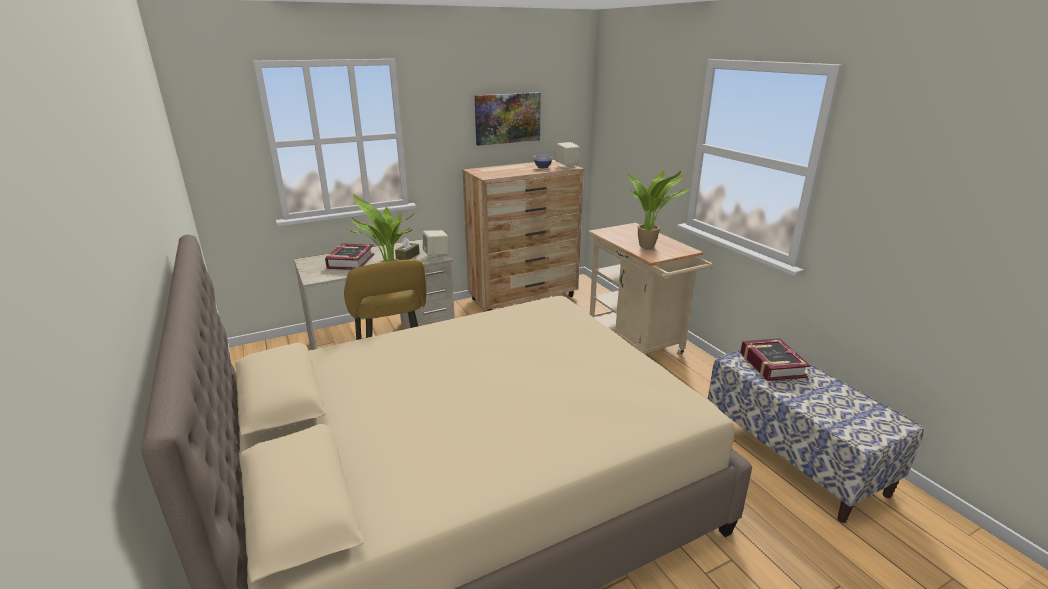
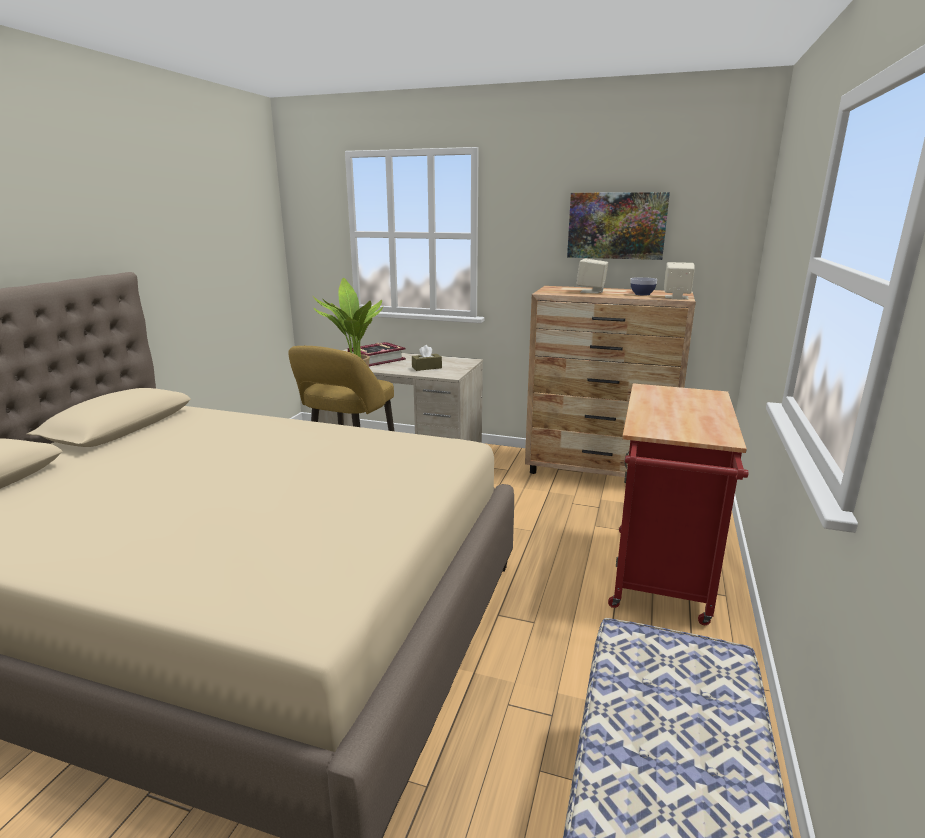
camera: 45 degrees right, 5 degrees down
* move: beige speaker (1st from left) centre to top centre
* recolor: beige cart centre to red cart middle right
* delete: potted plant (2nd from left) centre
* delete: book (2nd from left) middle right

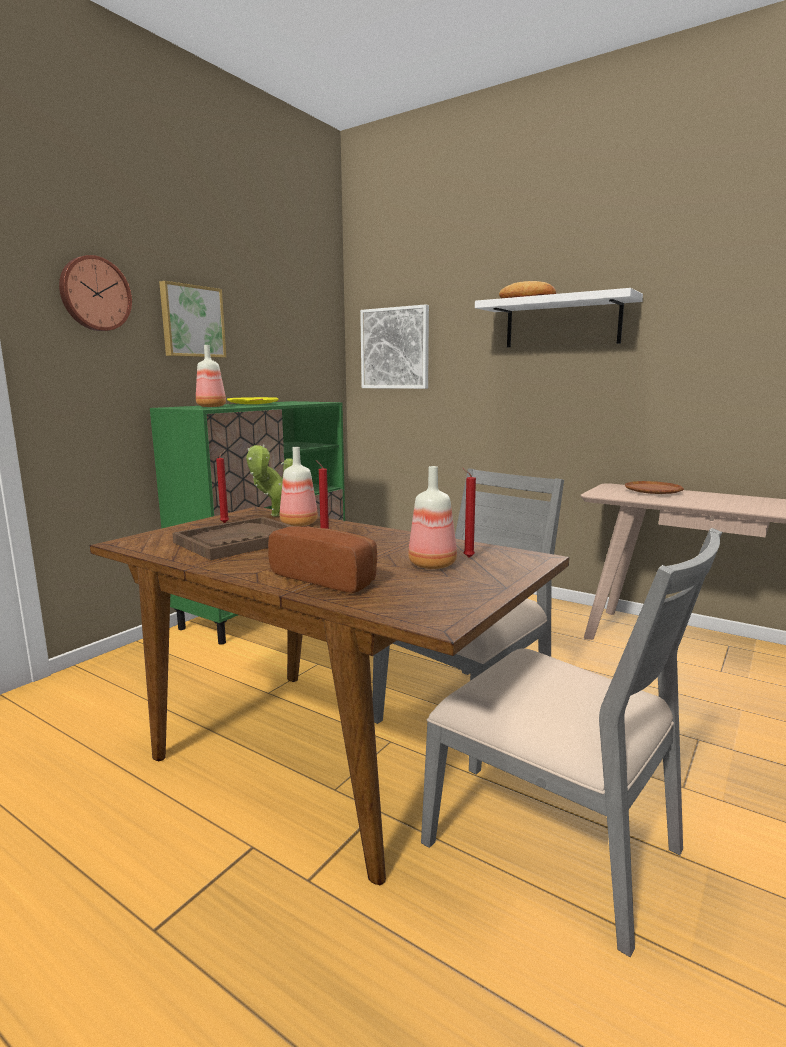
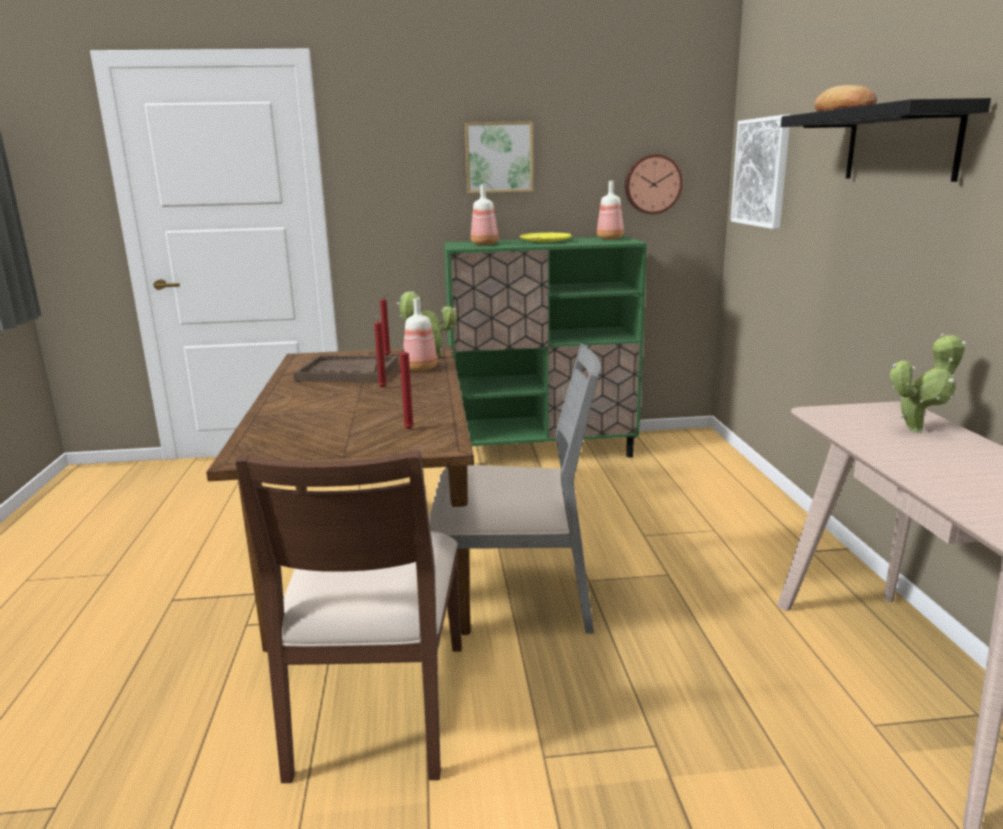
camera: 50 degrees right, 5 degrees up
* move: wall clock top left to top centre
* delete: bread (1st from left) centre
* move: bottle (3rd from left) centre to top centre
* recolor: grey chair (2nd from left) bottom right to brown chair bottom centre
* recolor: white shelf top right to black shelf top right
* replace: brown plate middle right to potted plant (2nd from left) middle right

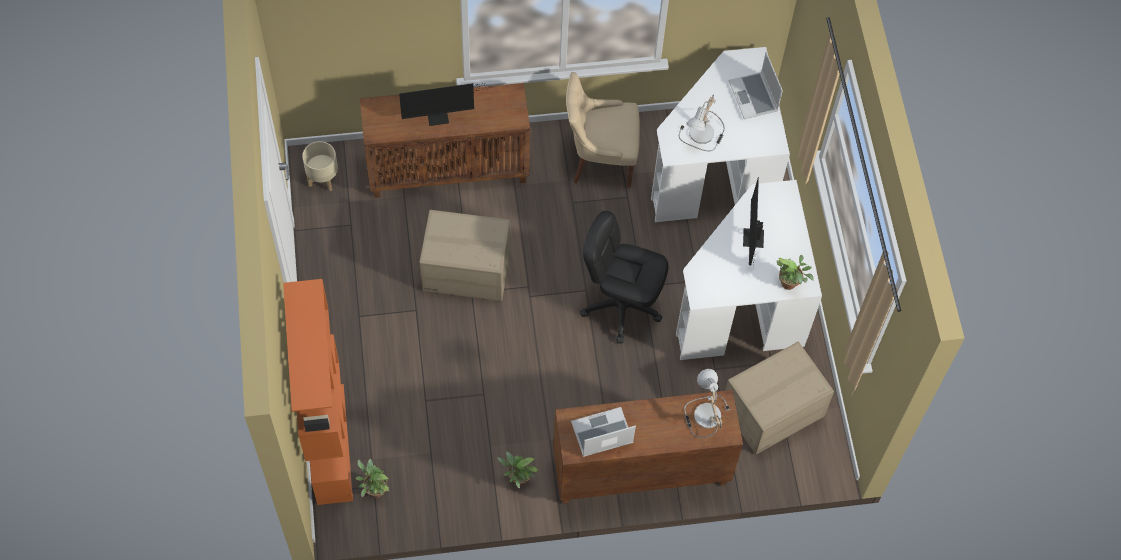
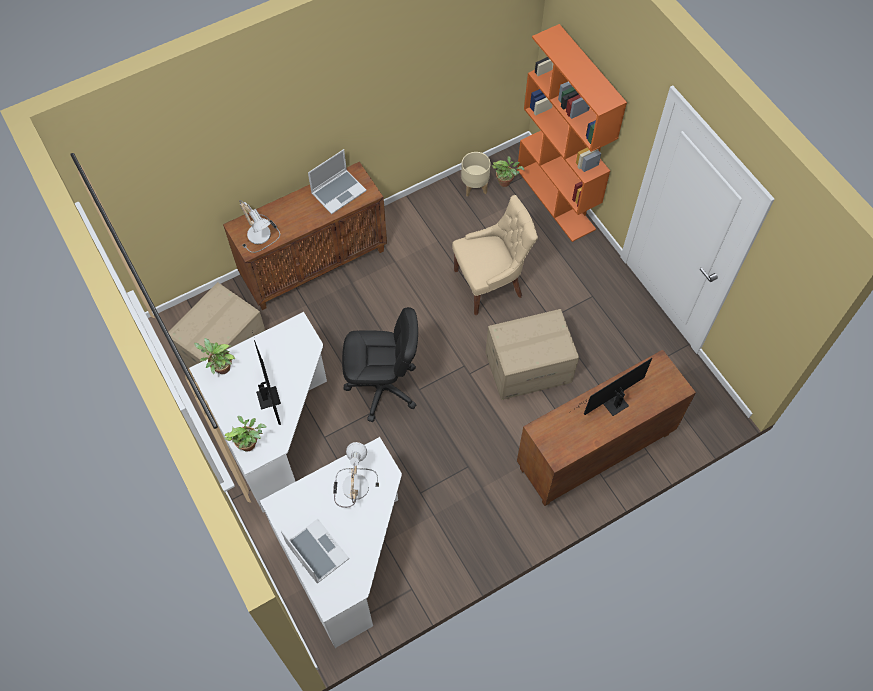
camera: 160 degrees right, 0 degrees up
* move: beige planter top left to top centre
* move: potted plant (2nd from left) bottom centre to middle left
* move: beige chair top centre to centre

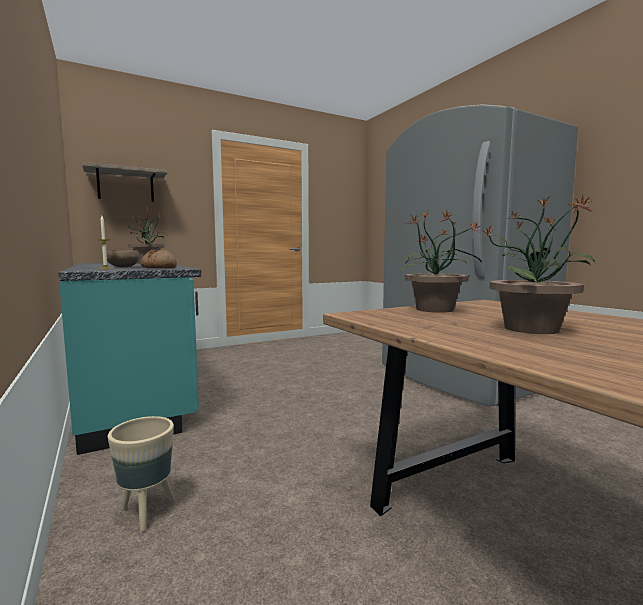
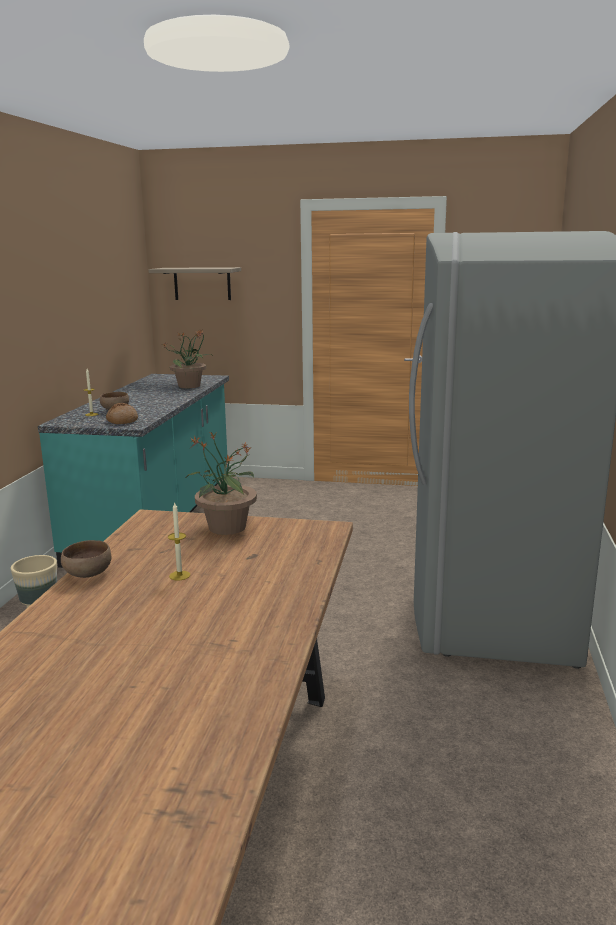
camera: 40 degrees right, 10 degrees up
* replace: potted plant (3rd from left) middle right to candle (2nd from left) middle left
* insert: brown bowl (1st from left) middle left

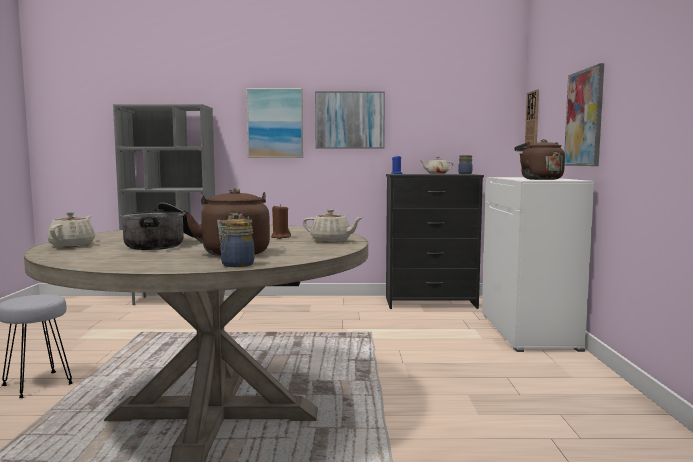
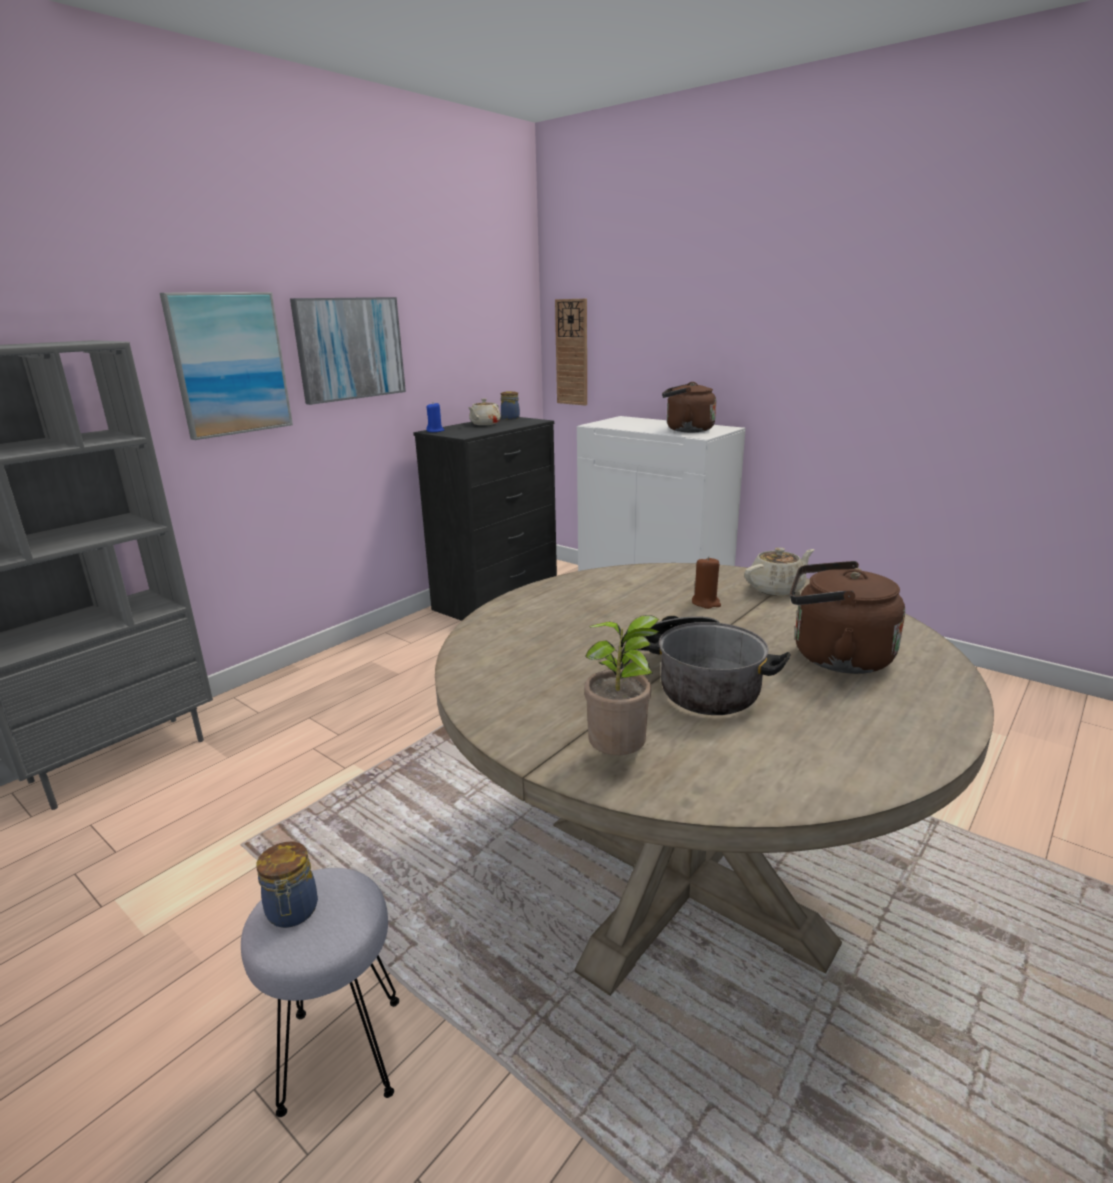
camera: 50 degrees left, 15 degrees up
* replace: beige teapot (1st from left) middle left to potted plant centre
* move: jar (1st from left) centre to bottom left
* delete: picture (3rd from left) top right

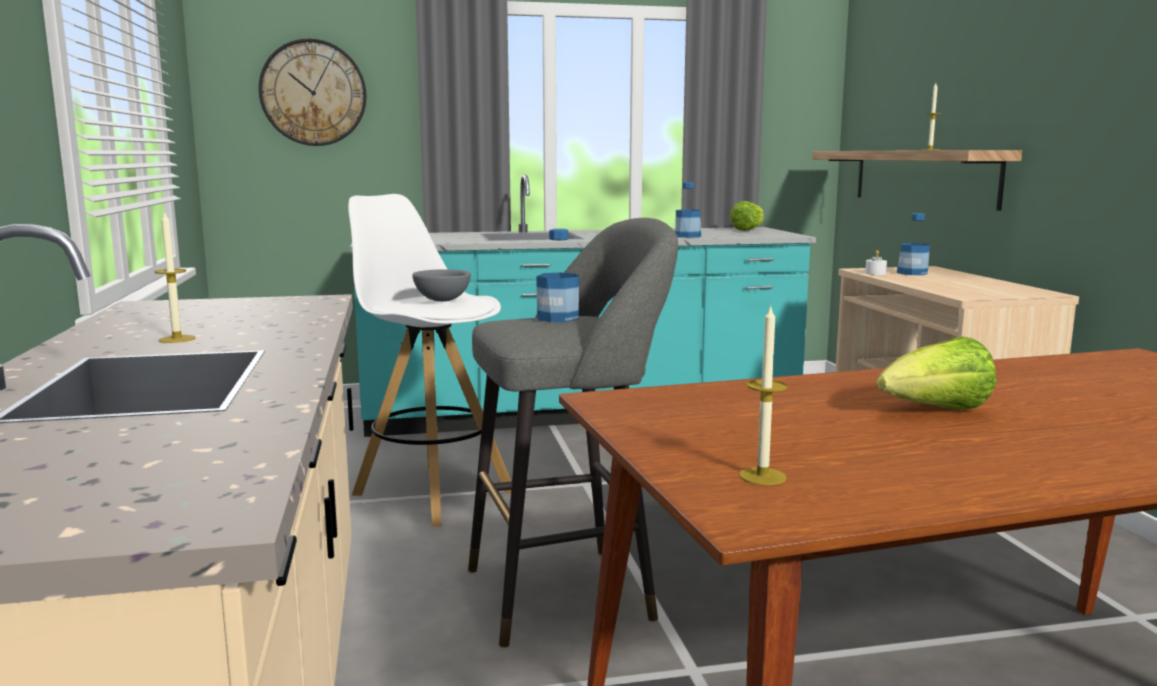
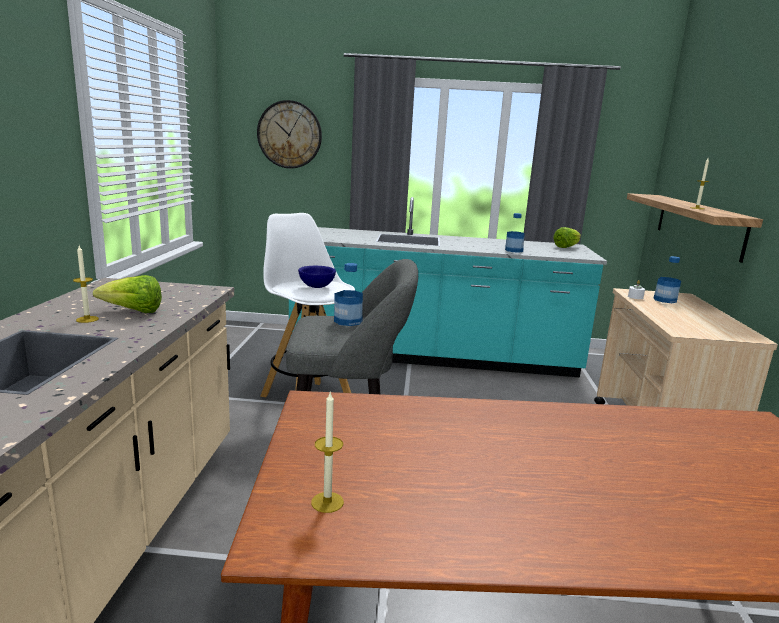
camera: 15 degrees right, 5 degrees up
* recolor: grey bowl centre to blue bowl centre
* move: lettuce (2nd from left in the first image) middle right to lettuce (1st from left) middle left

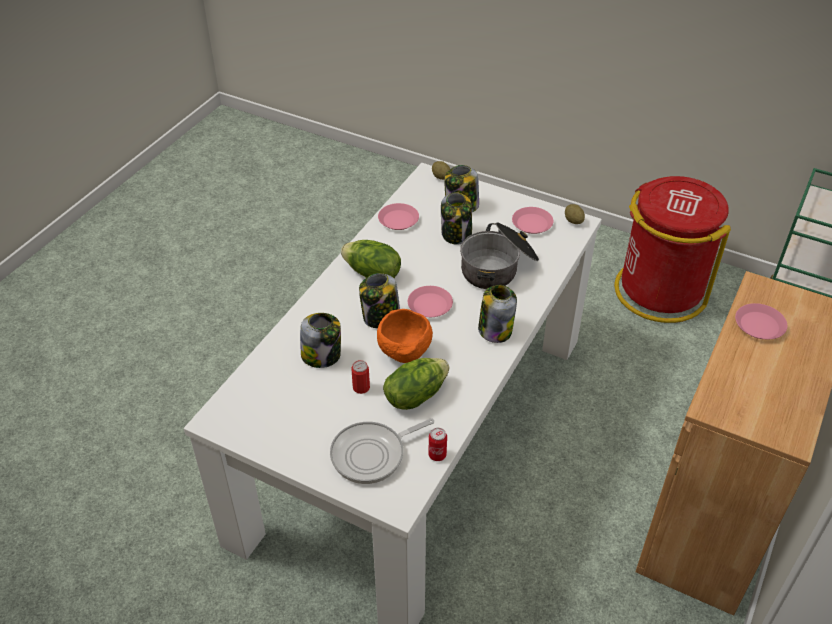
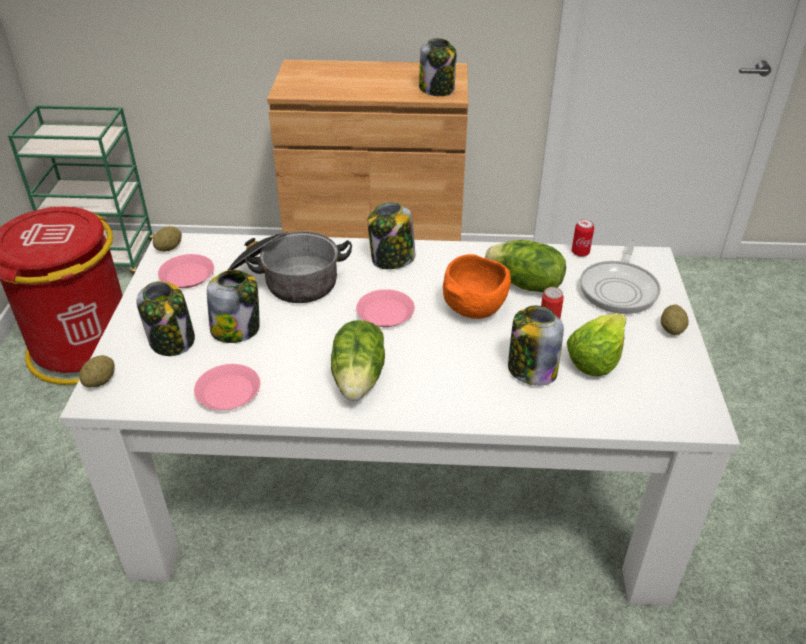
camera: 115 degrees left, 5 degrees down
* rotate: frying pan bottom centre = middle right 75 degrees clockwise
* move: jar (2nd from left in the first image) centre to jar (4th from left) top centre
* delete: pink plate (4th from left) middle right
* insert: lettuce (3rd from left) middle right
* insert: potato (3rd from left) middle right

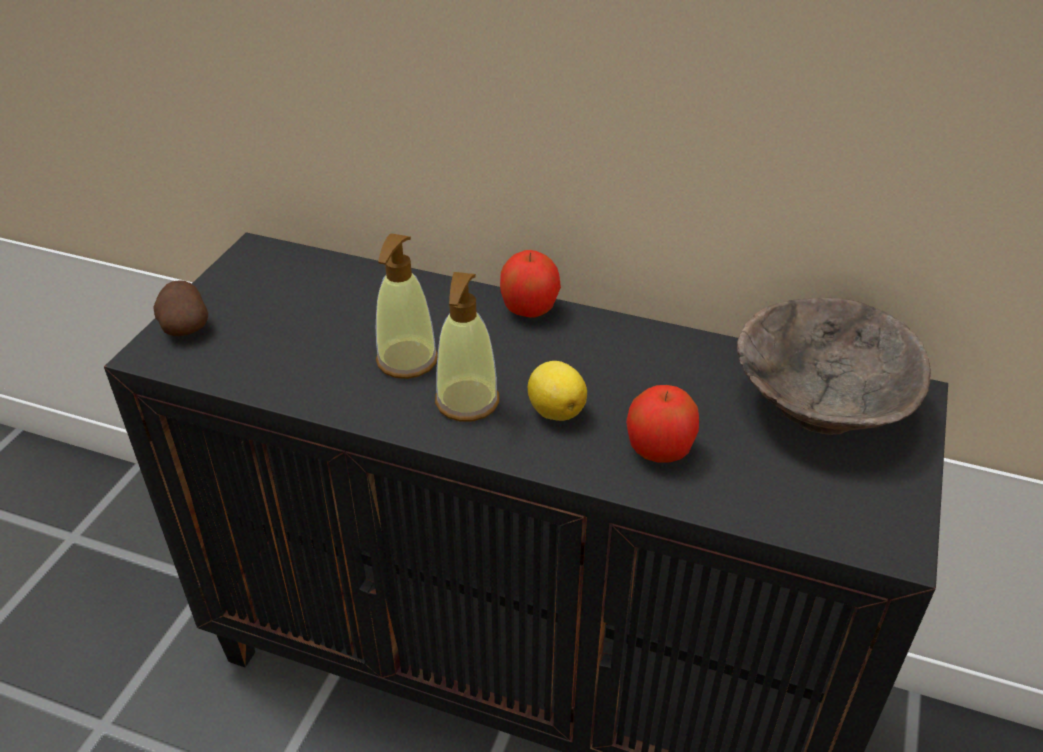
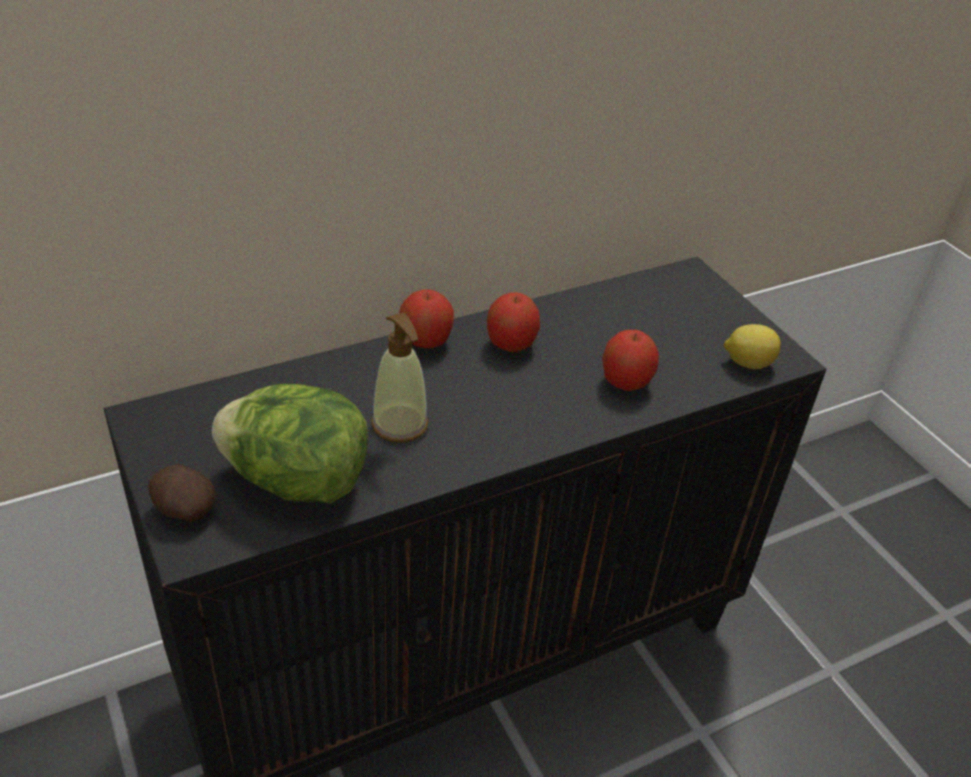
camera: 50 degrees left, 0 degrees up
* delete: soap dispenser (2nd from left) centre
* move: lemon centre to middle right
* delete: brown bowl middle right
* insert: lettuce middle left
* insert: apple (2nd from left) centre

